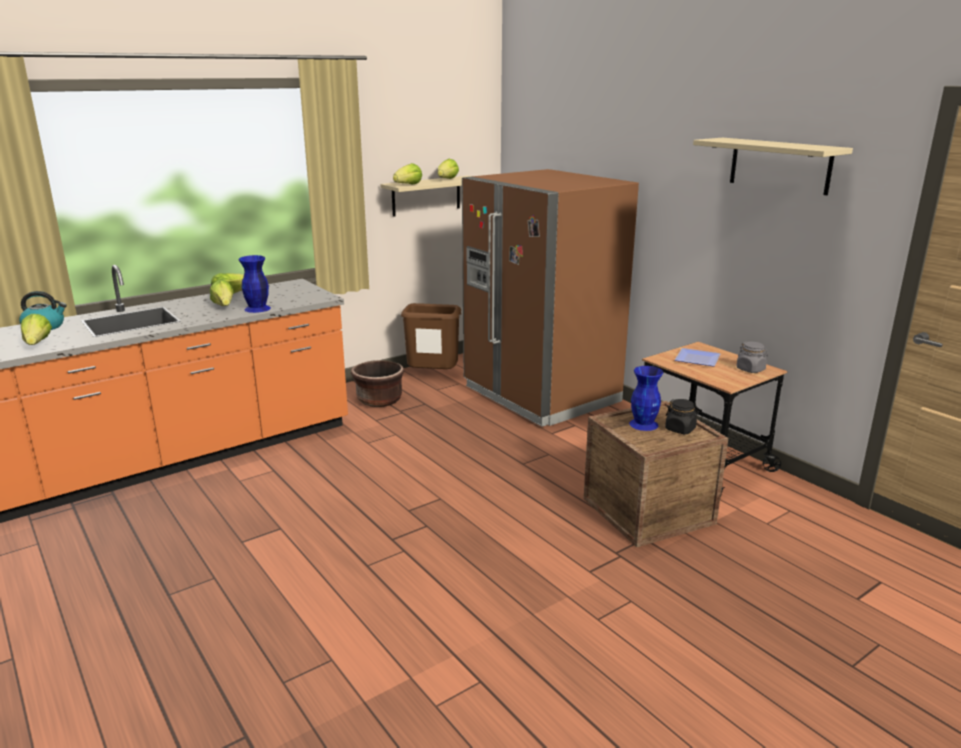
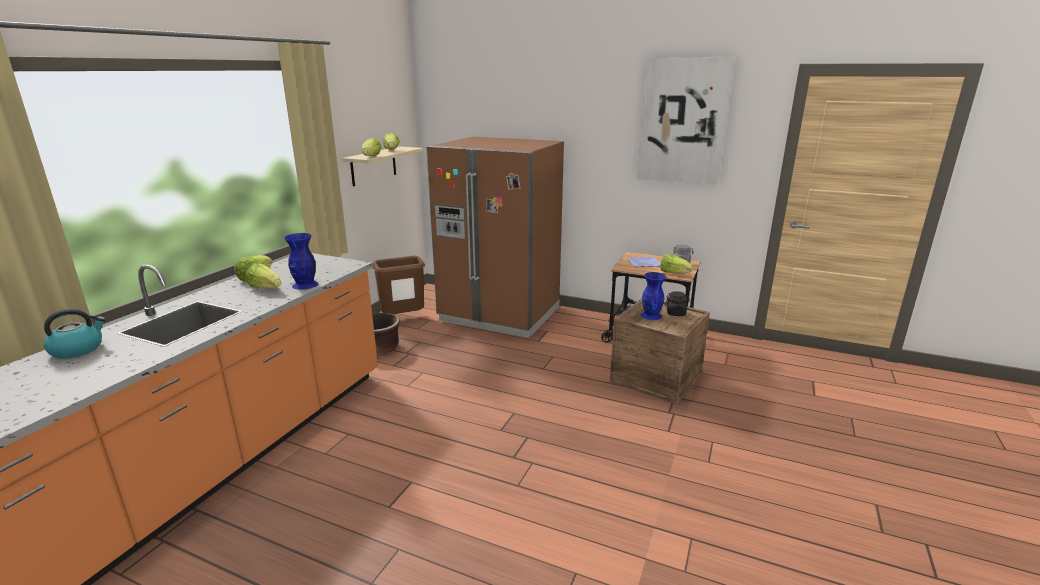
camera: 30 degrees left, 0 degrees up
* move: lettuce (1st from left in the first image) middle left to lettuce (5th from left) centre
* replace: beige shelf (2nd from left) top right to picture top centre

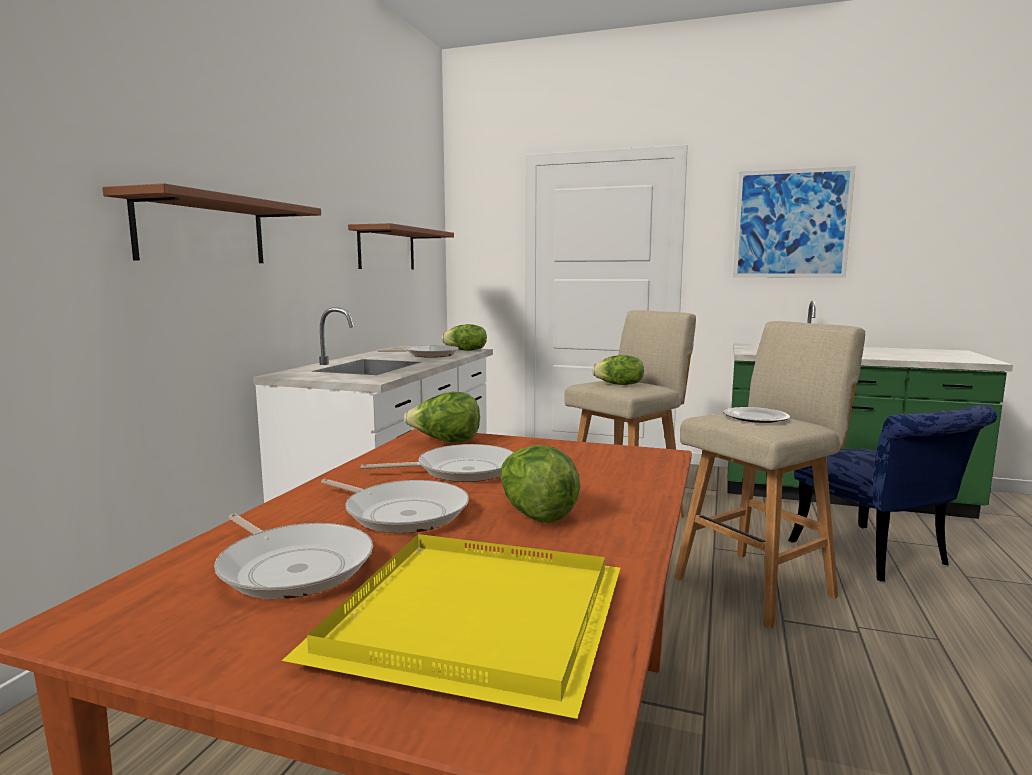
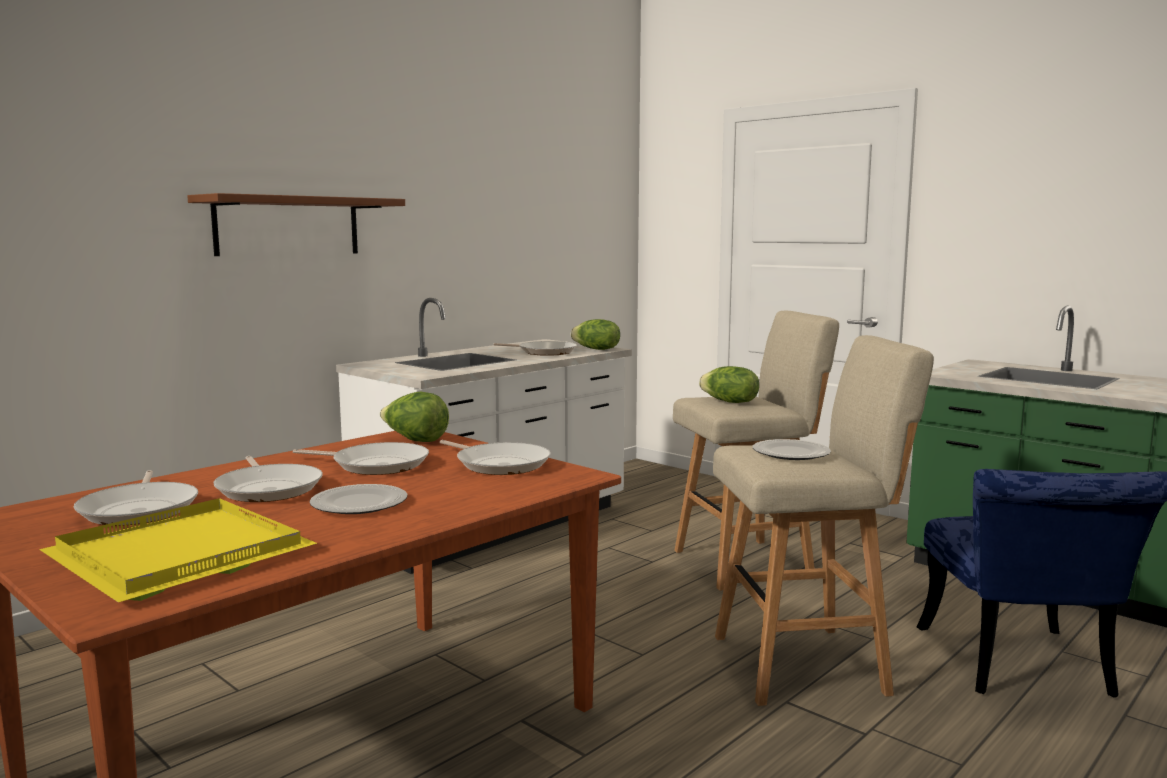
camera: 25 degrees right, 0 degrees up
* delete: brown shelf (2nd from left) top centre
* replace: lettuce (3rd from left) centre to plate (1st from left) middle left
* delete: picture top right
* insert: frying pan (4th from left) centre

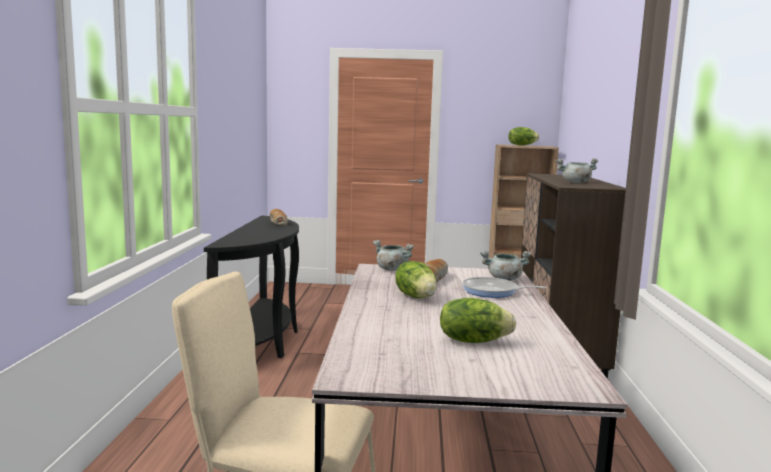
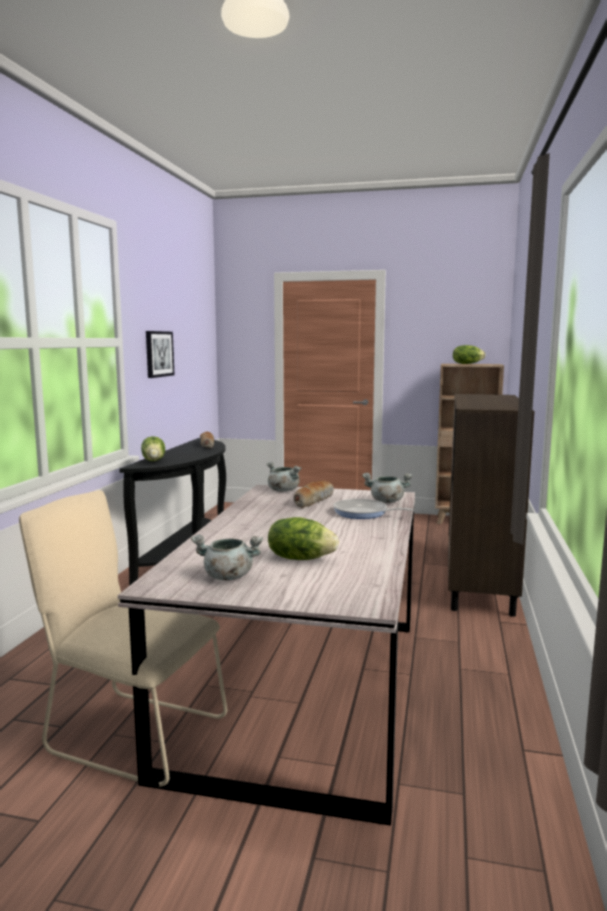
camera: 10 degrees right, 0 degrees up
* move: lettuce (1st from left) centre to middle left
* move: grey cooking pot (3rd from left in the first image) middle right to grey cooking pot (1st from left) centre
* insert: picture middle left

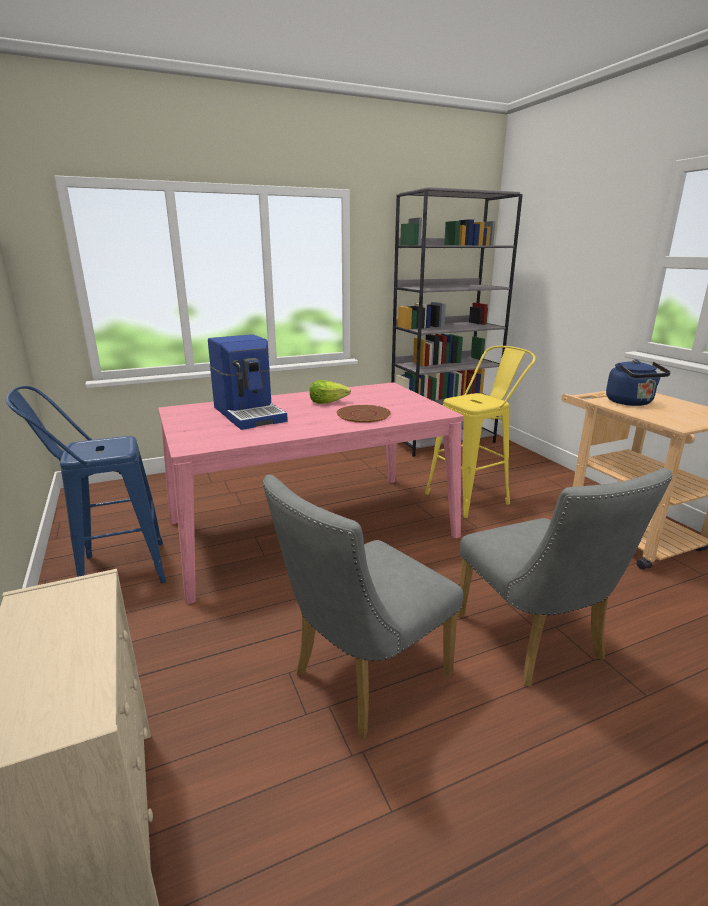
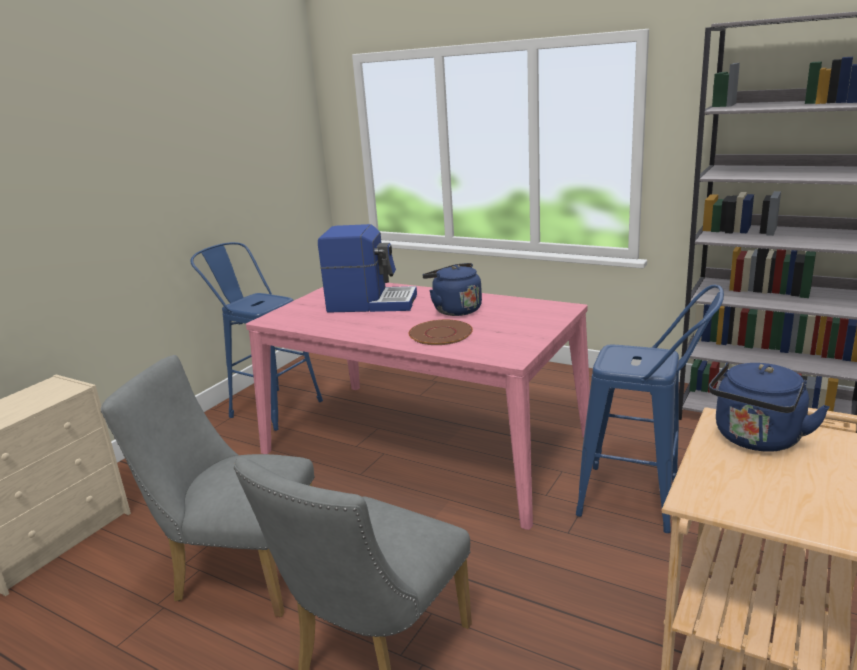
camera: 55 degrees right, 0 degrees up
* rotate: coffee machine centre = centre 105 degrees counterclockwise
* replace: lettuce centre to blue kettle (1st from left) centre
* recolor: yellow stool middle right to blue stool (2nd from left) middle right

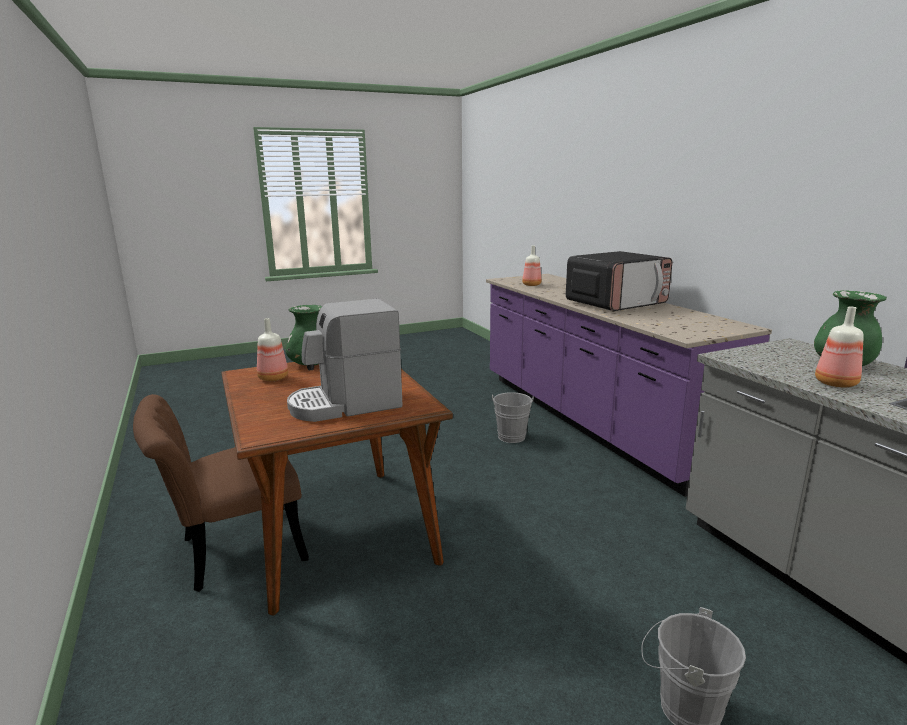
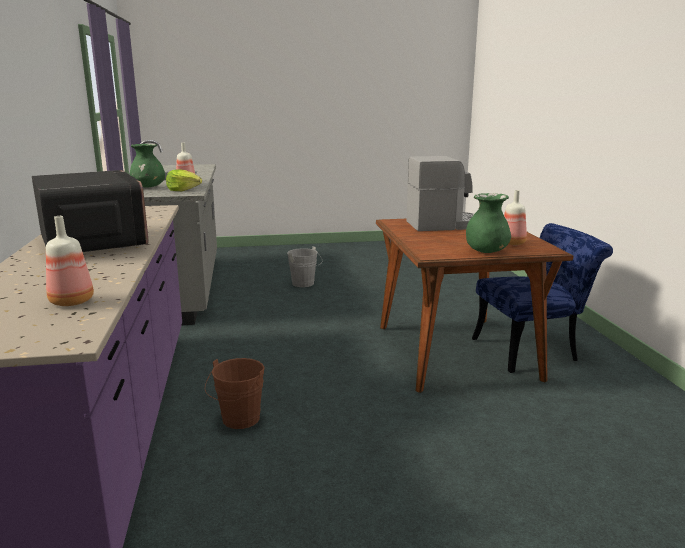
camera: 165 degrees left, 0 degrees up
* recolor: brown chair bottom left to blue chair middle right
* recolor: grey bucket (1st from left) centre to brown bucket bottom centre
* rotate: microwave middle right = middle left 75 degrees clockwise
* insert: lettuce top left

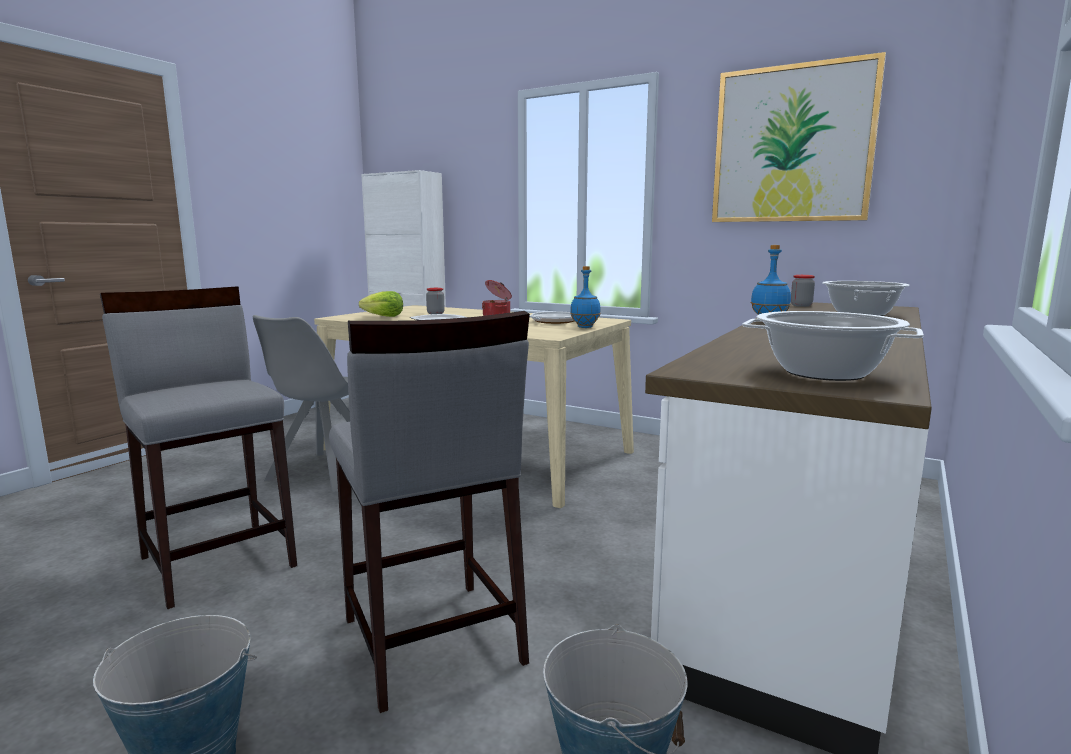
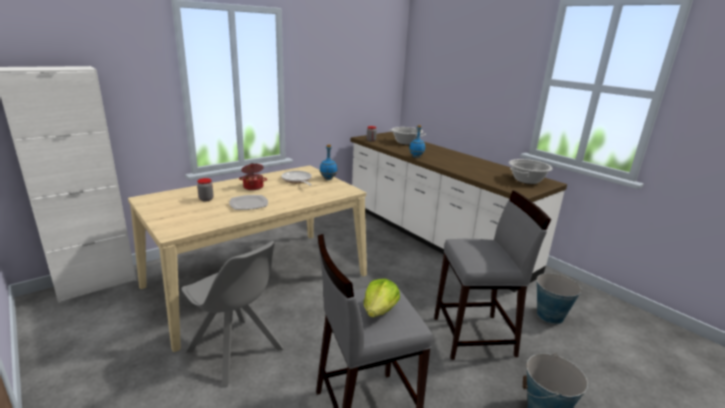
camera: 70 degrees left, 10 degrees up
* move: lettuce centre to bottom centre
* delete: picture top right

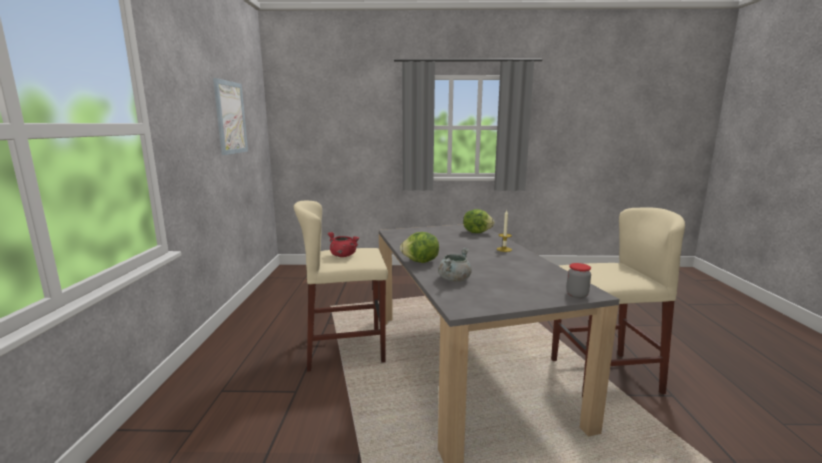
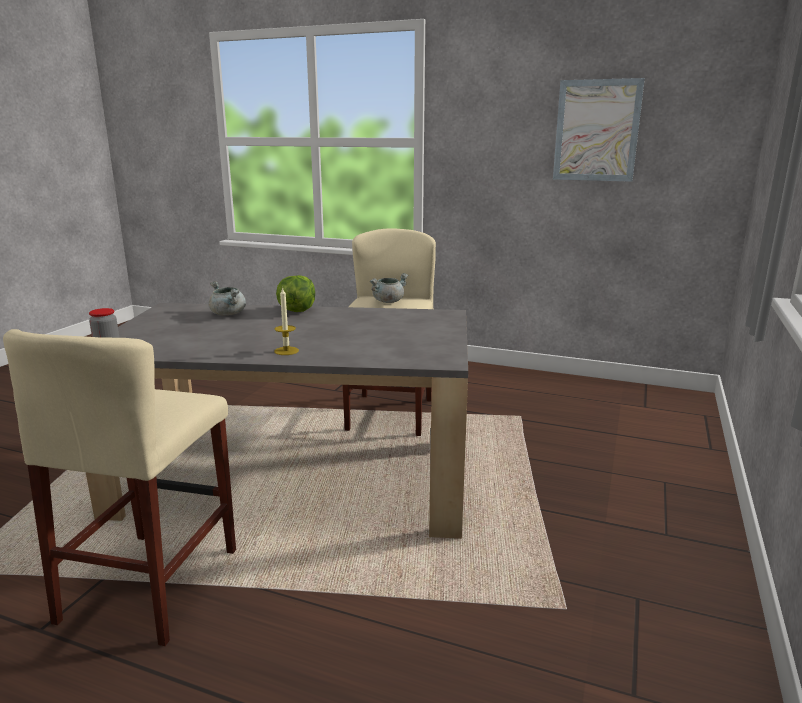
camera: 110 degrees right, 5 degrees up
* recolor: red cooking pot centre to grey cooking pot (2nd from left) centre
* delete: lettuce (2nd from left) centre

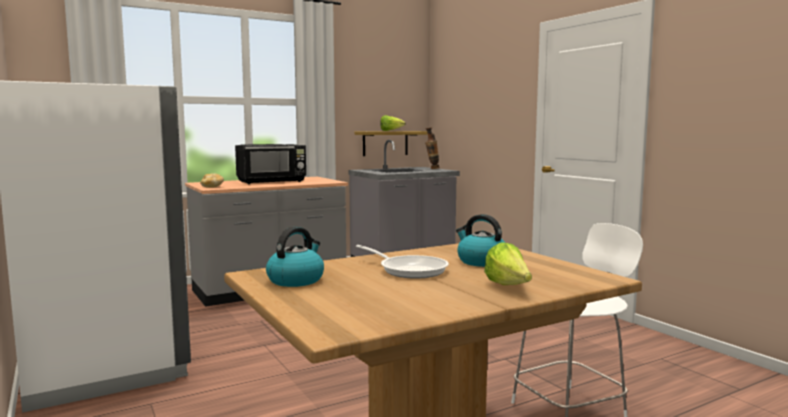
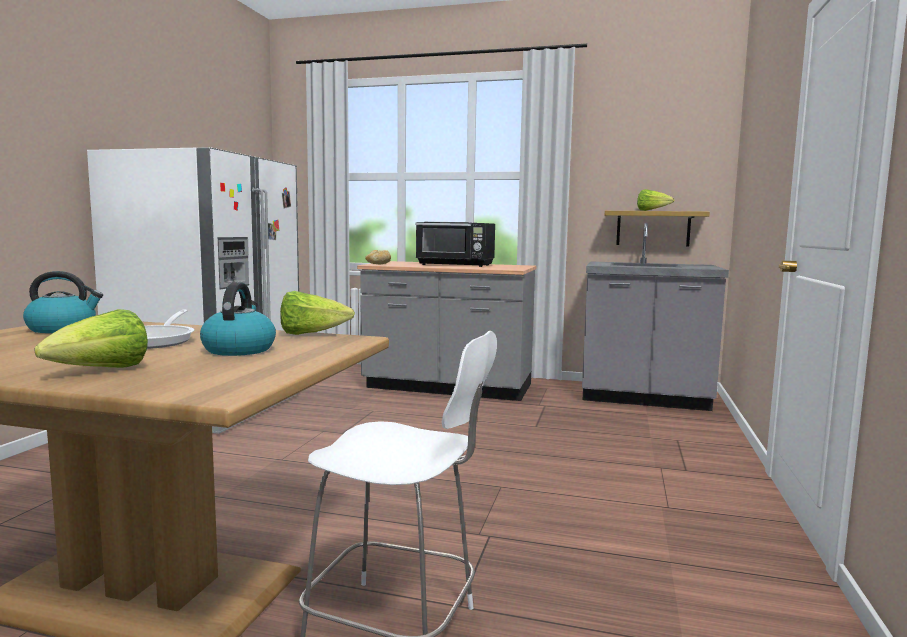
camera: 45 degrees right, 0 degrees up
* delete: vase centre
* insert: lettuce (2nd from left) centre

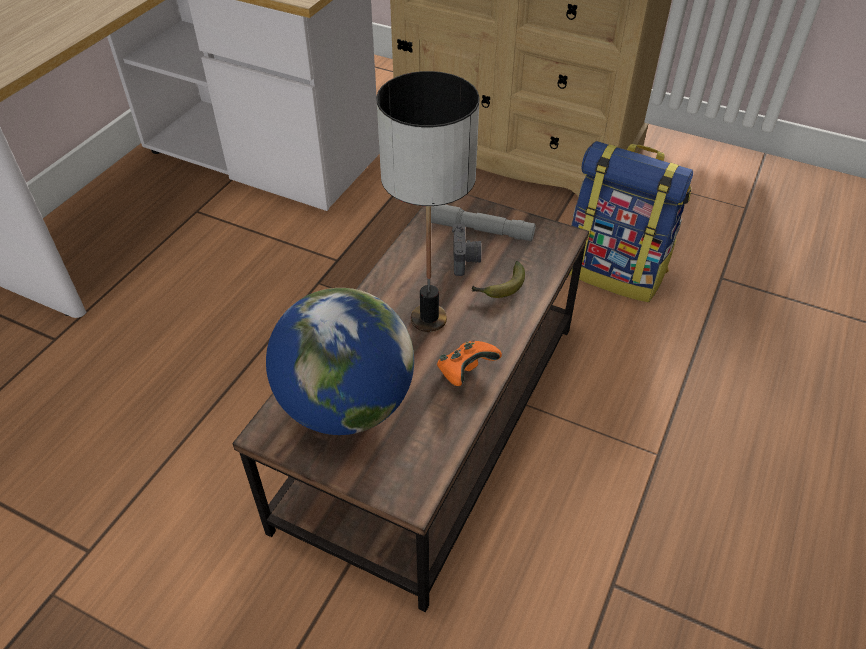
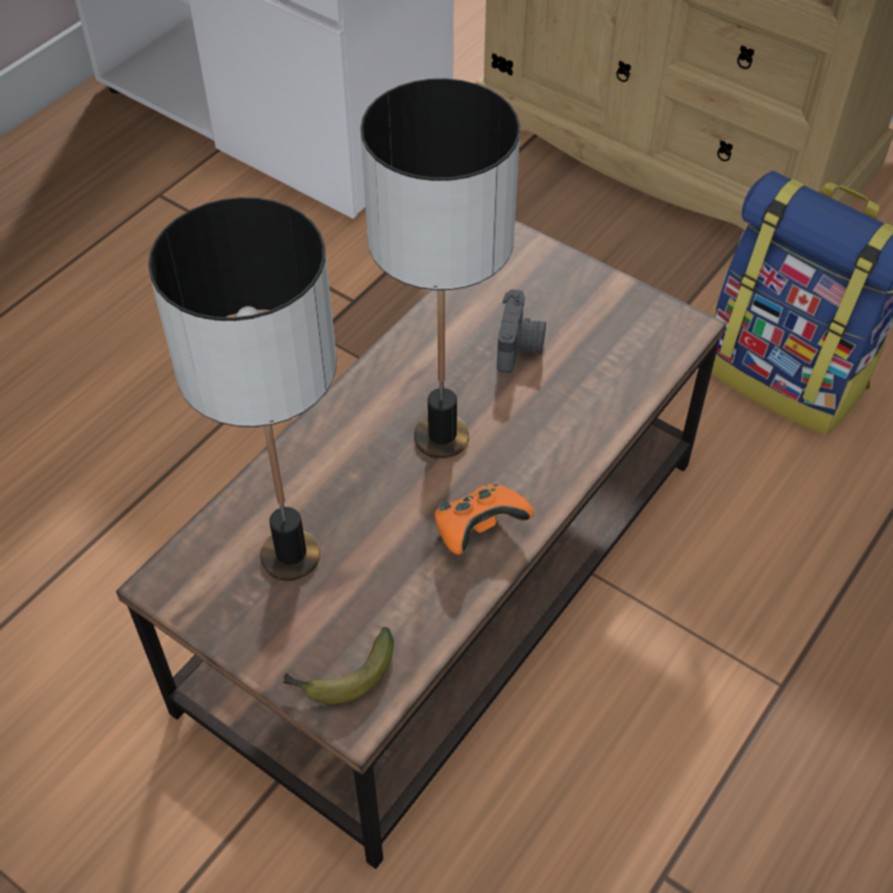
camera: 10 degrees right, 5 degrees up
* replace: globe centre to table lamp (1st from left) middle left
* delete: grey flashlight centre
* move: banana centre to bottom centre

